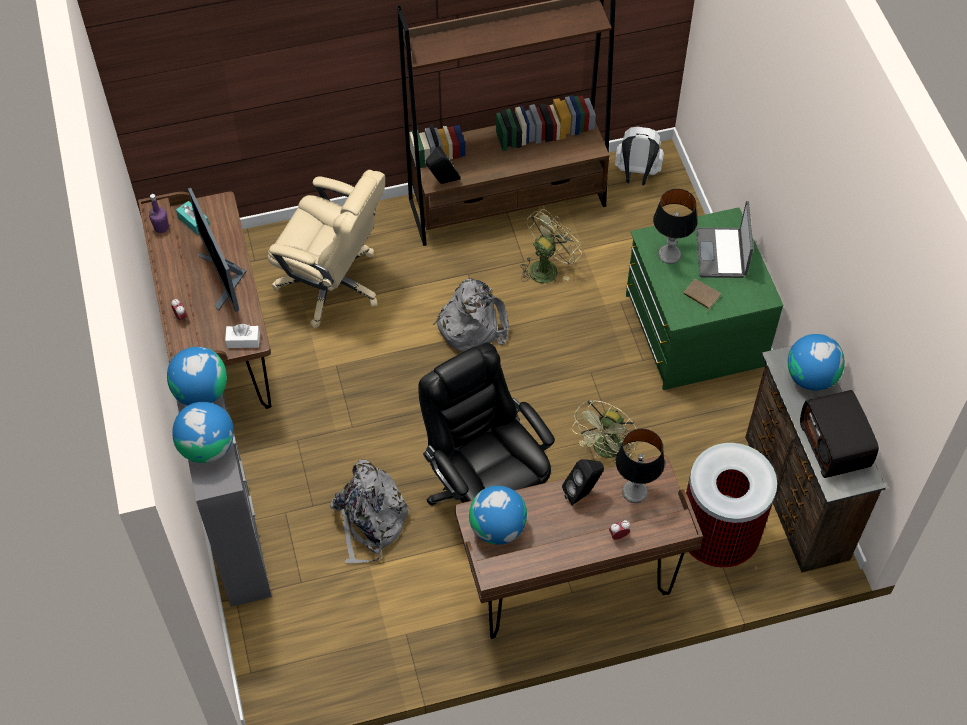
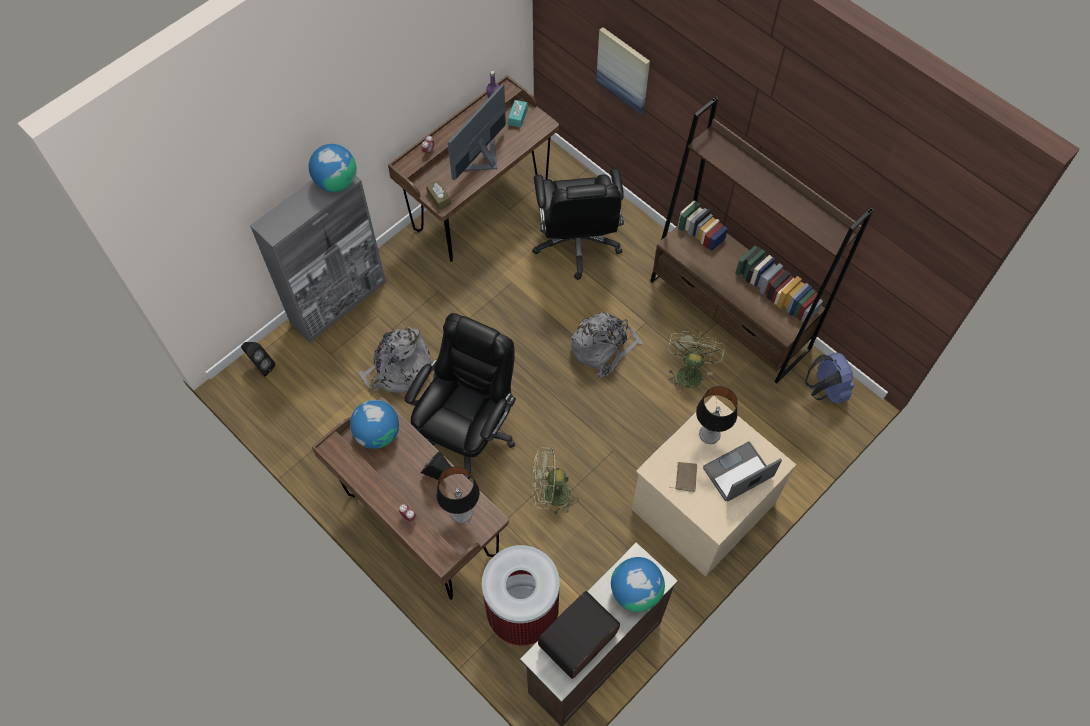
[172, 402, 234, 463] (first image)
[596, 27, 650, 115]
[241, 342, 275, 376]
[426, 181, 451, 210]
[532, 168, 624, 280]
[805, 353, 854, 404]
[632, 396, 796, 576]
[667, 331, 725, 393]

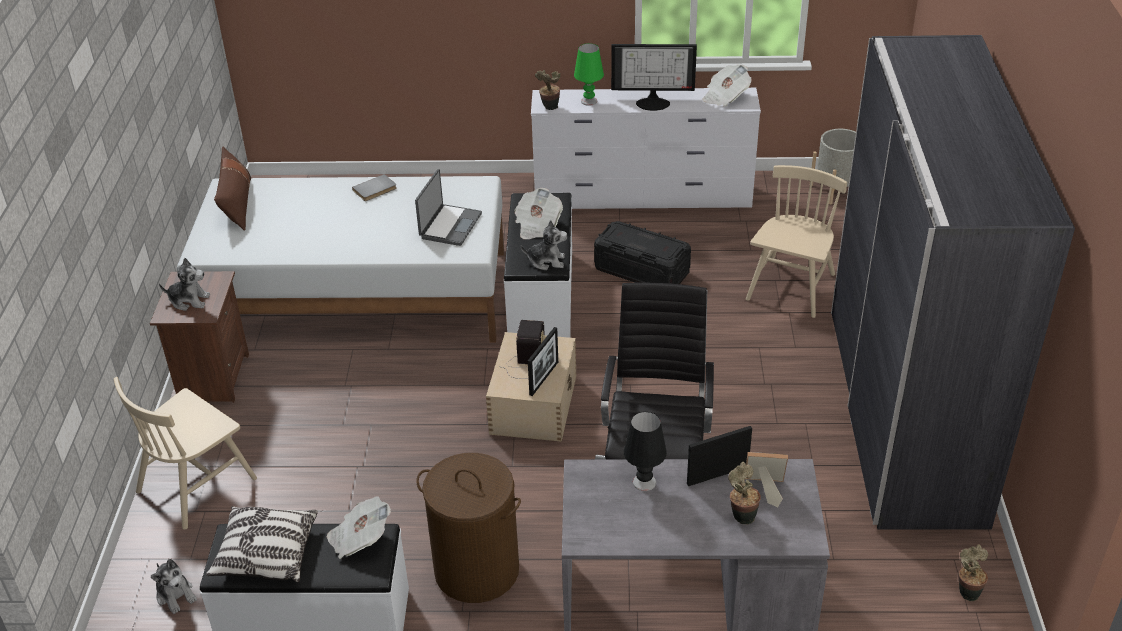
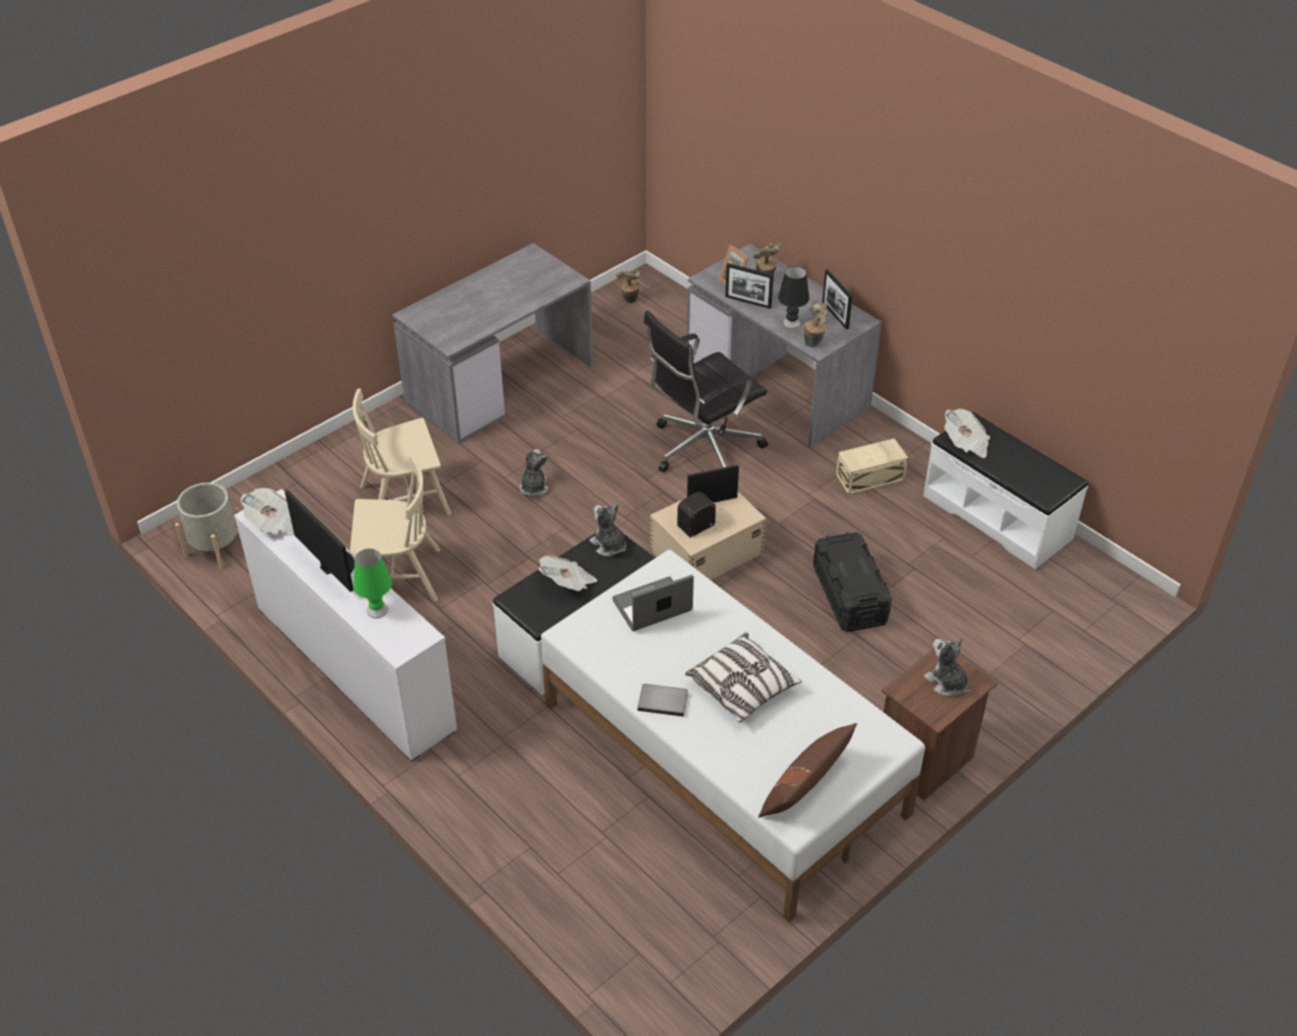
[822, 269, 853, 329]
[350, 455, 440, 602]
[520, 449, 549, 496]
[685, 632, 802, 723]
[804, 299, 827, 348]
[813, 532, 892, 632]
[836, 438, 908, 495]
[392, 243, 593, 444]

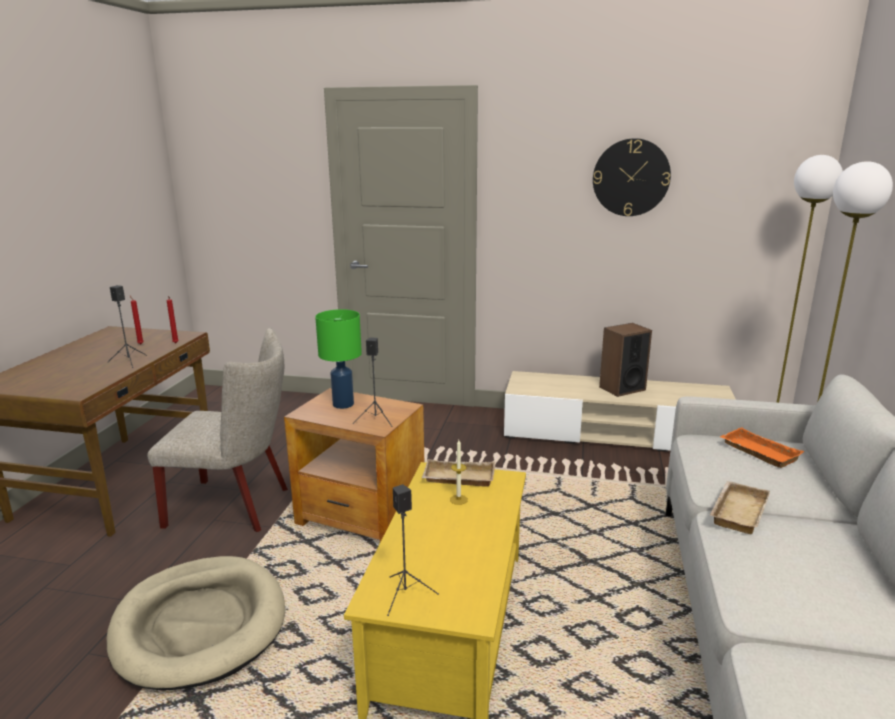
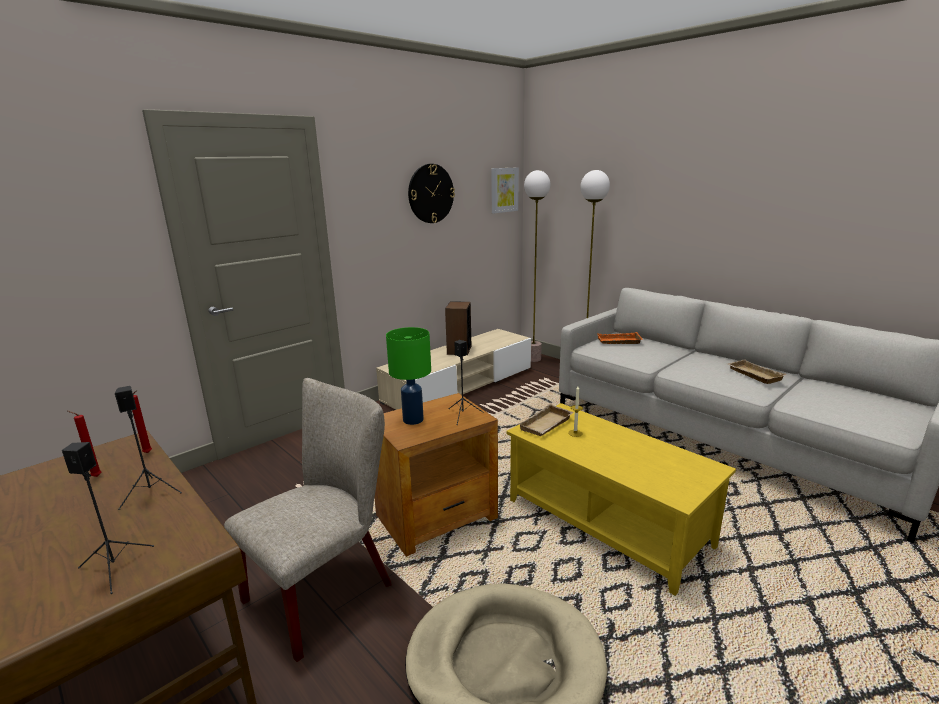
[491, 167, 519, 214]
[62, 442, 154, 594]
[727, 359, 786, 384]

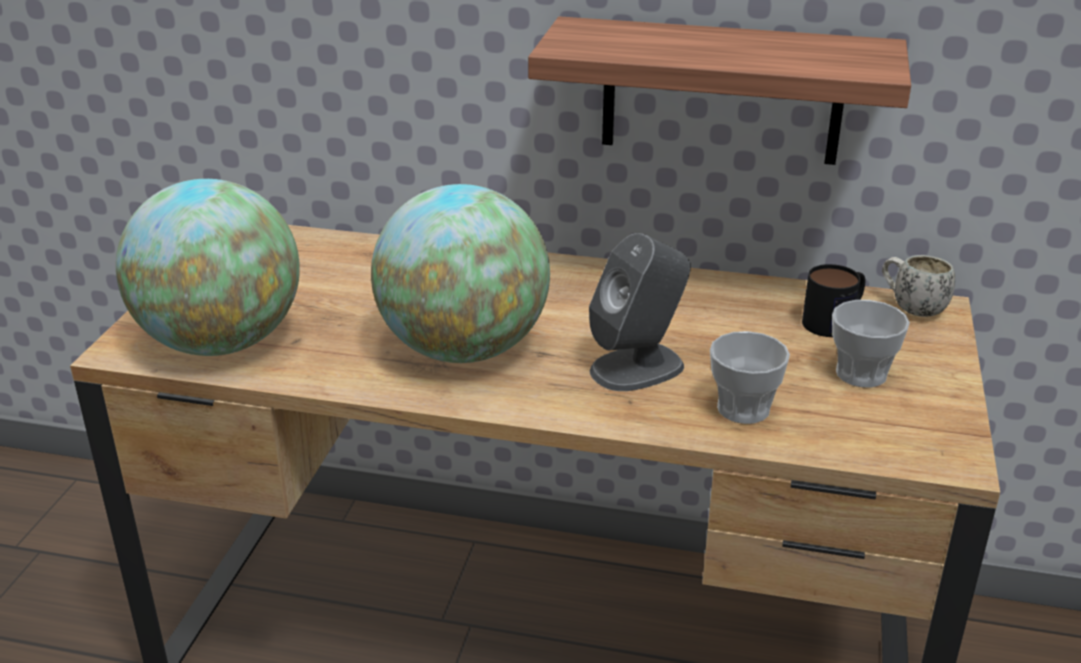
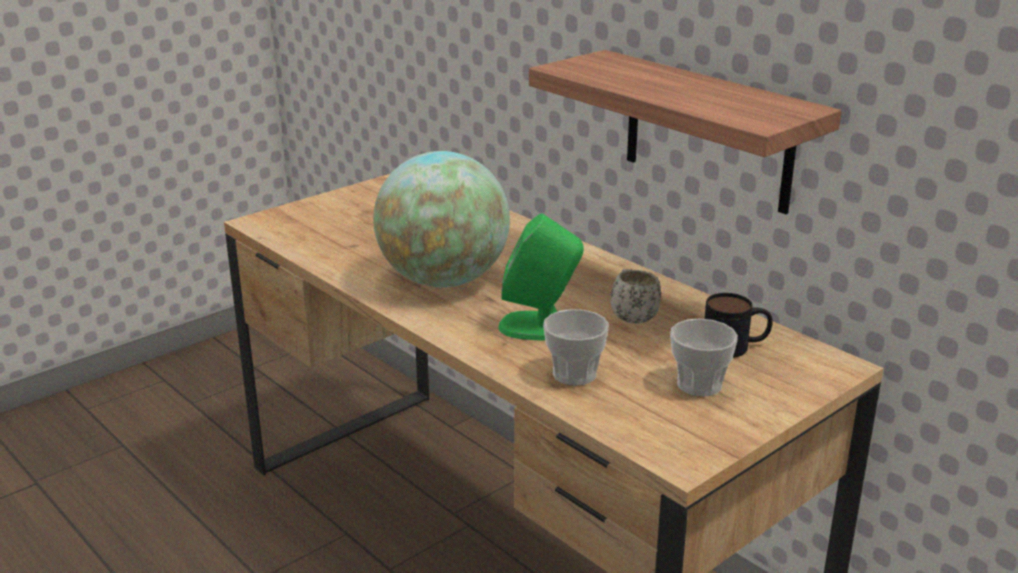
[116, 179, 300, 356] (first image)
[611, 269, 661, 324]
[499, 214, 584, 341]

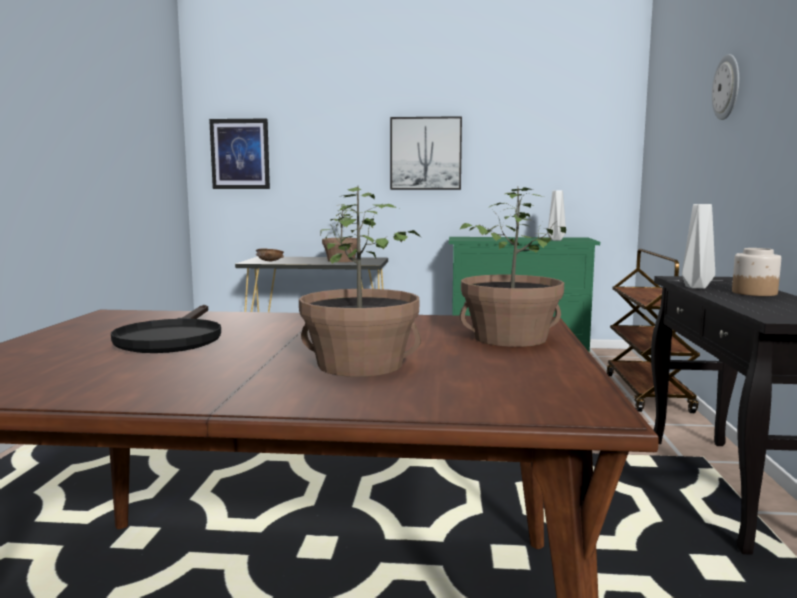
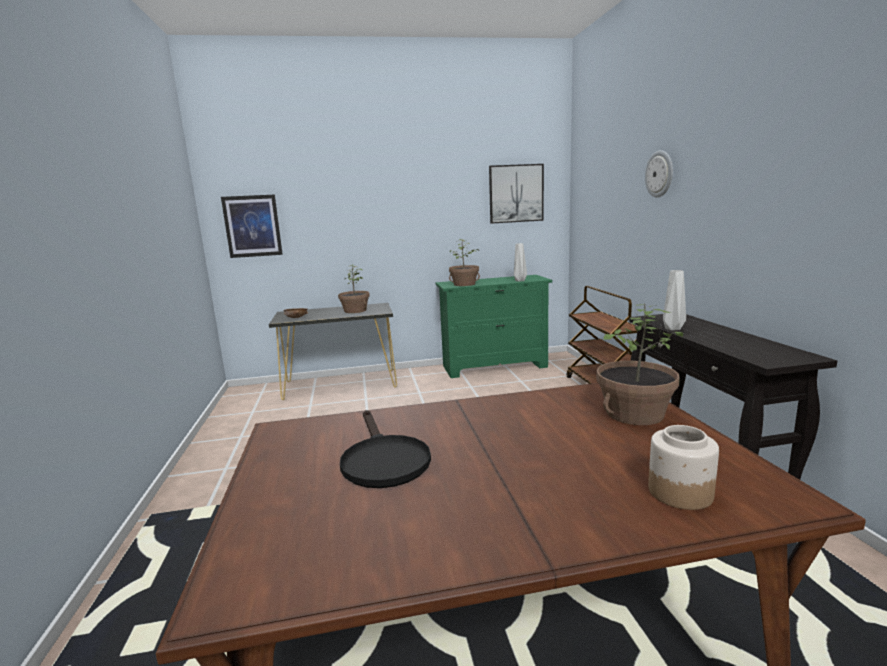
[449, 239, 480, 286]
[489, 164, 544, 224]
[648, 425, 719, 510]

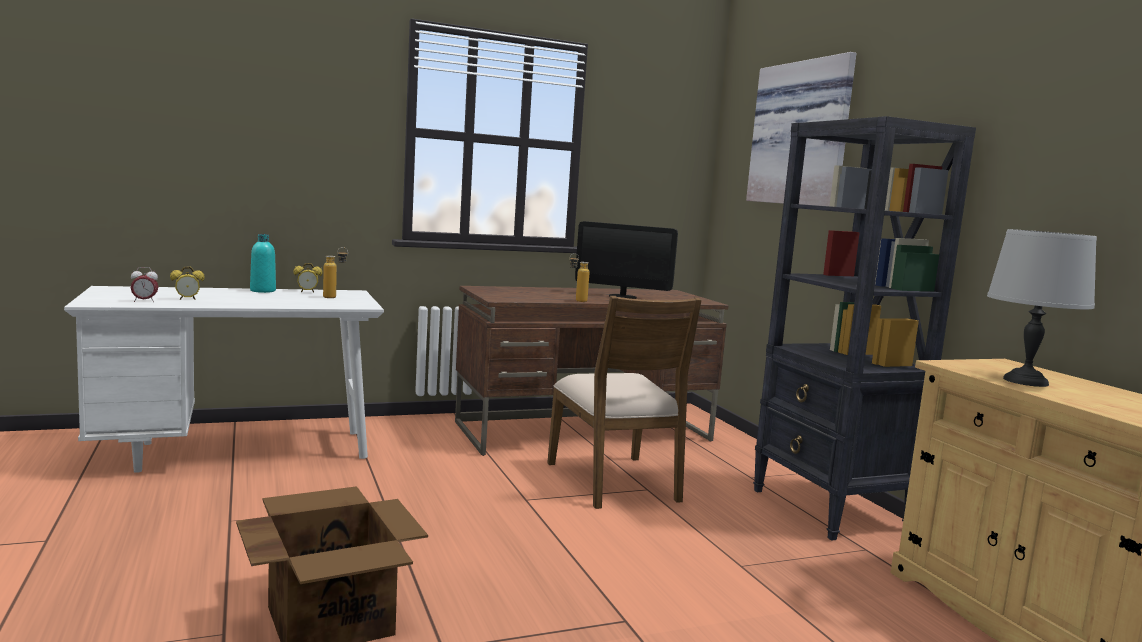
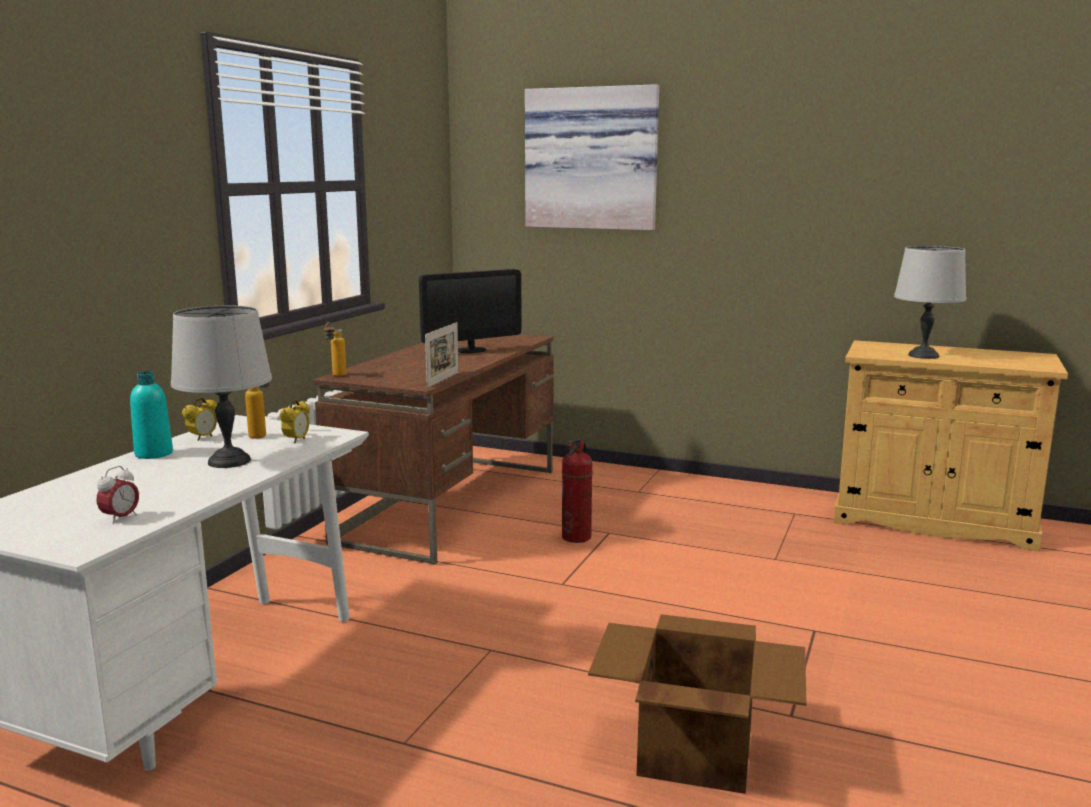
[753, 116, 976, 541] (first image)
[171, 305, 272, 468]
[425, 322, 459, 388]
[280, 399, 310, 443]
[324, 322, 347, 376]
[562, 439, 593, 543]

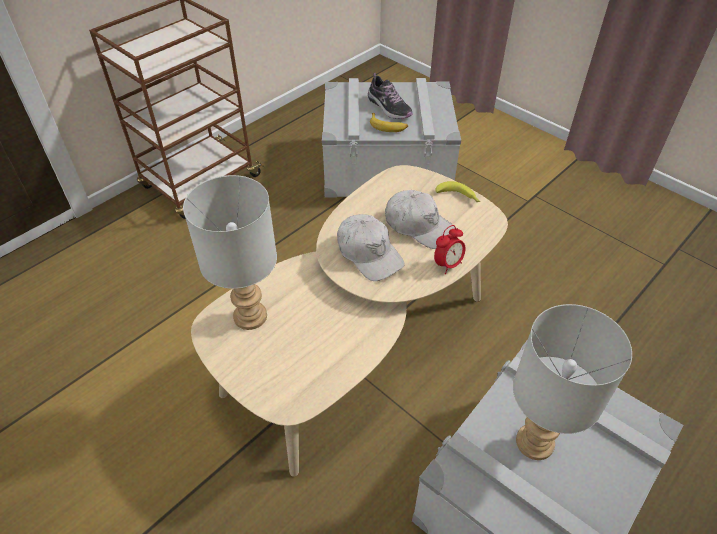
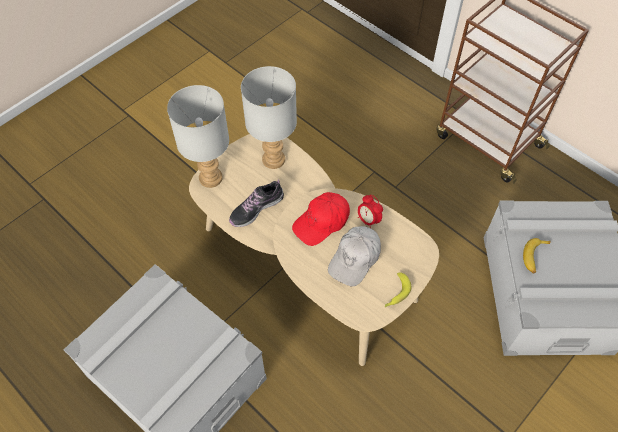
[229, 179, 284, 227]
[358, 195, 383, 228]
[167, 85, 229, 188]
[292, 192, 350, 246]

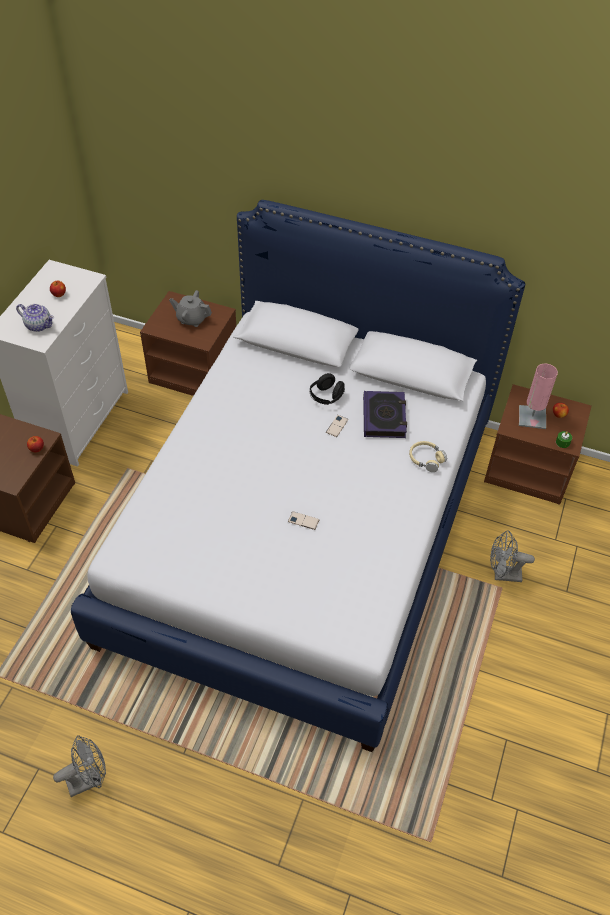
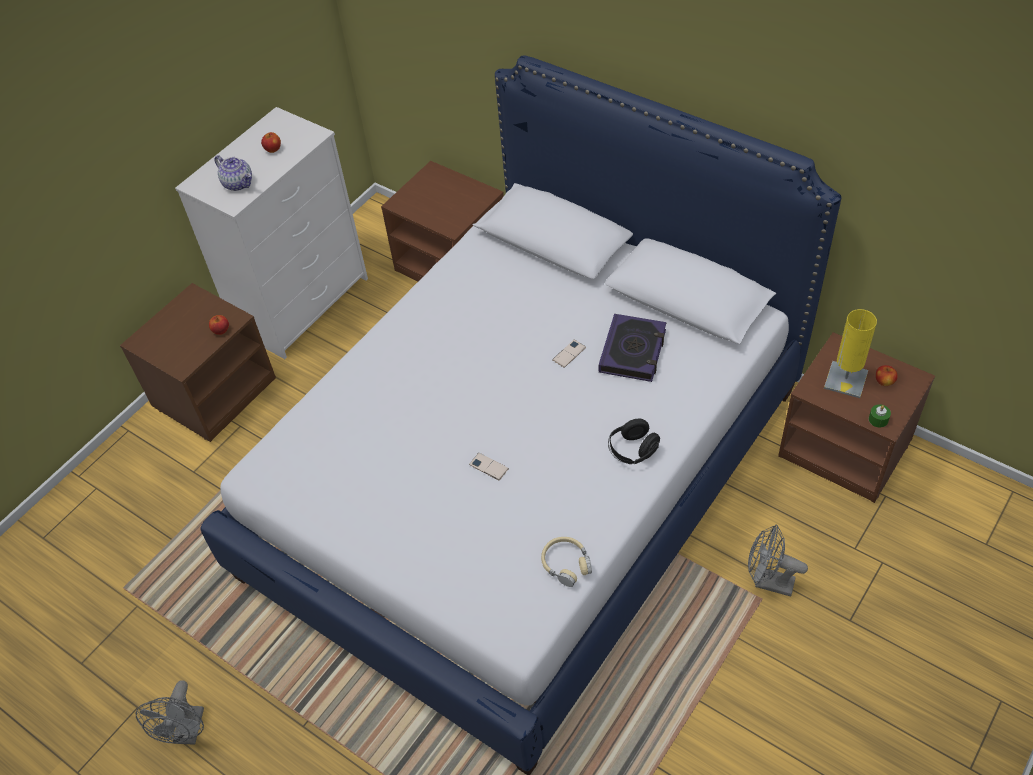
[169, 290, 212, 327] (first image)
[608, 419, 660, 464]
[541, 537, 592, 587]
[824, 309, 877, 398]
[136, 680, 204, 745]

